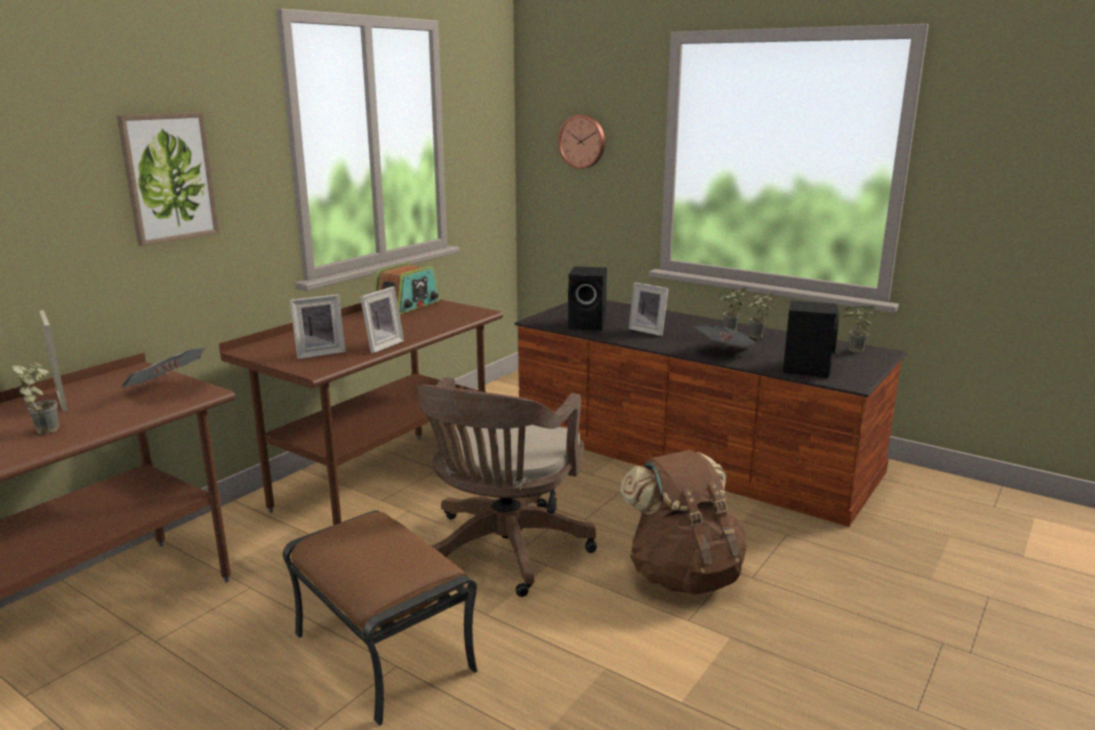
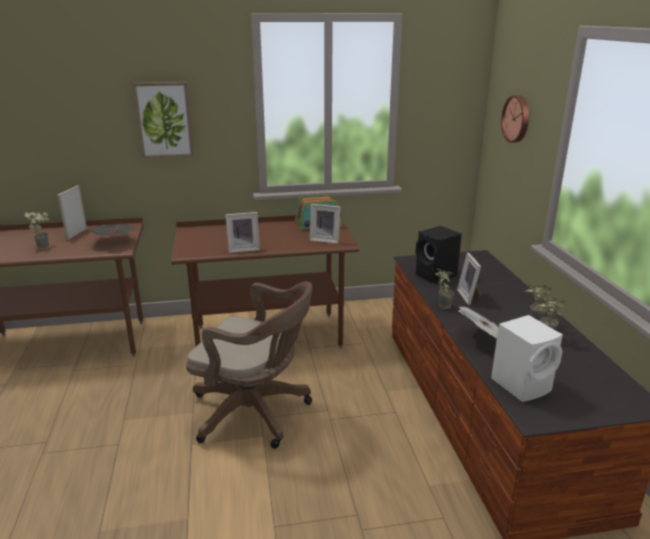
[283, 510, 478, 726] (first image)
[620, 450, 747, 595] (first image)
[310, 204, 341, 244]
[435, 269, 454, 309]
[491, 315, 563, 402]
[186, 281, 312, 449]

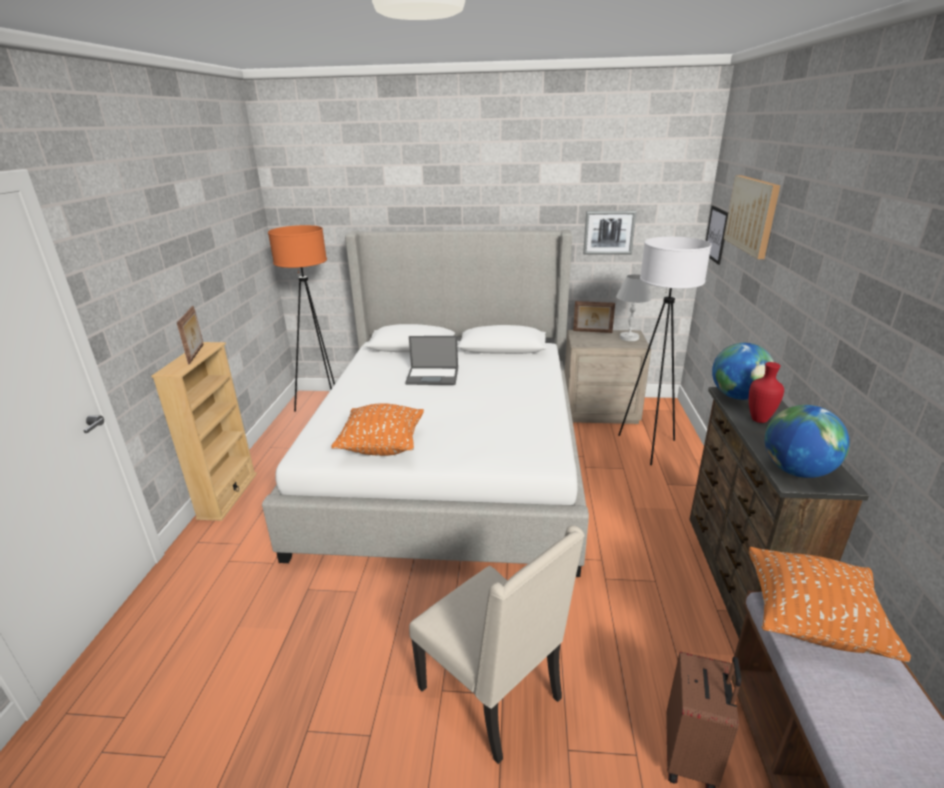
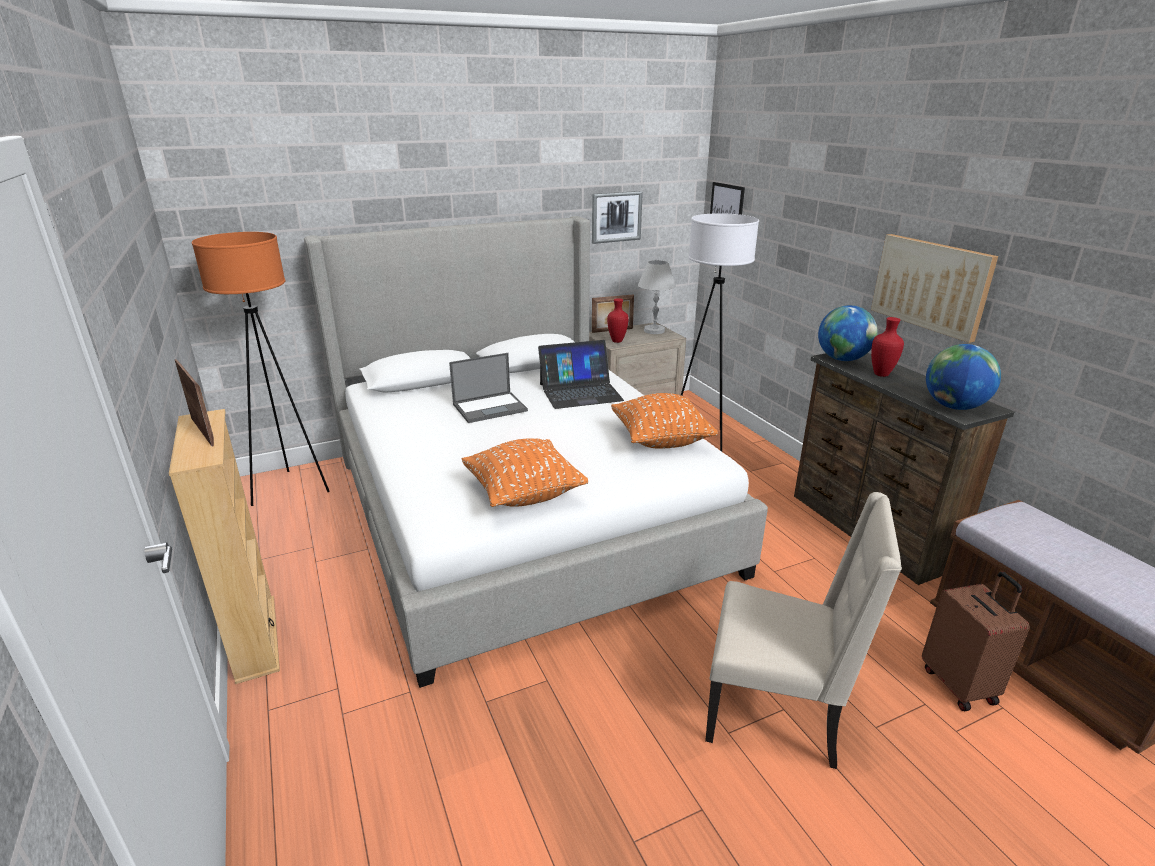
[538, 340, 624, 409]
[607, 298, 629, 343]
[871, 234, 998, 343]
[611, 393, 718, 449]

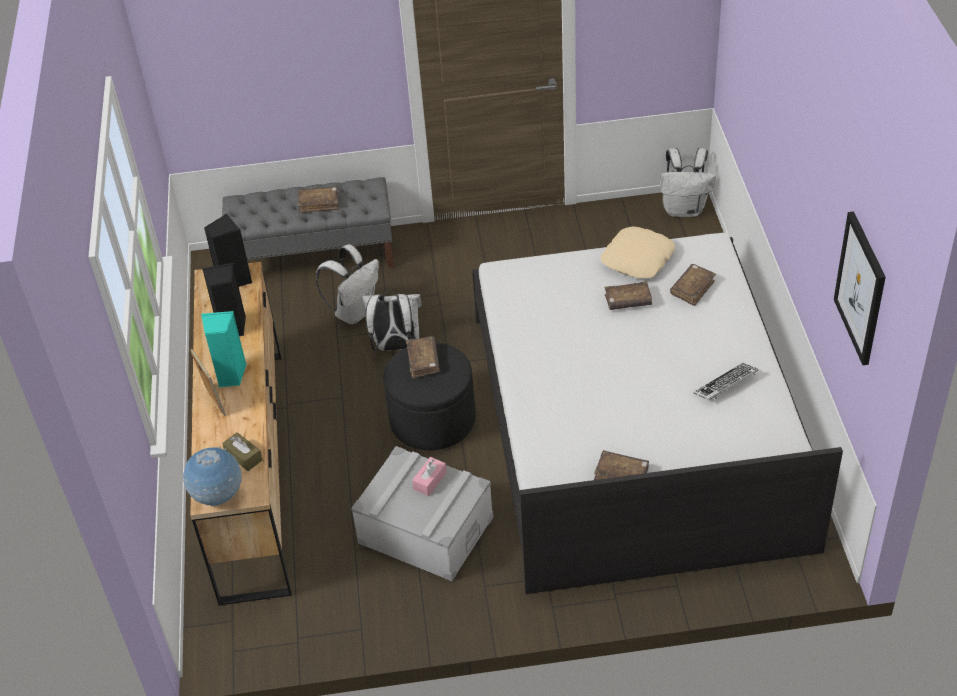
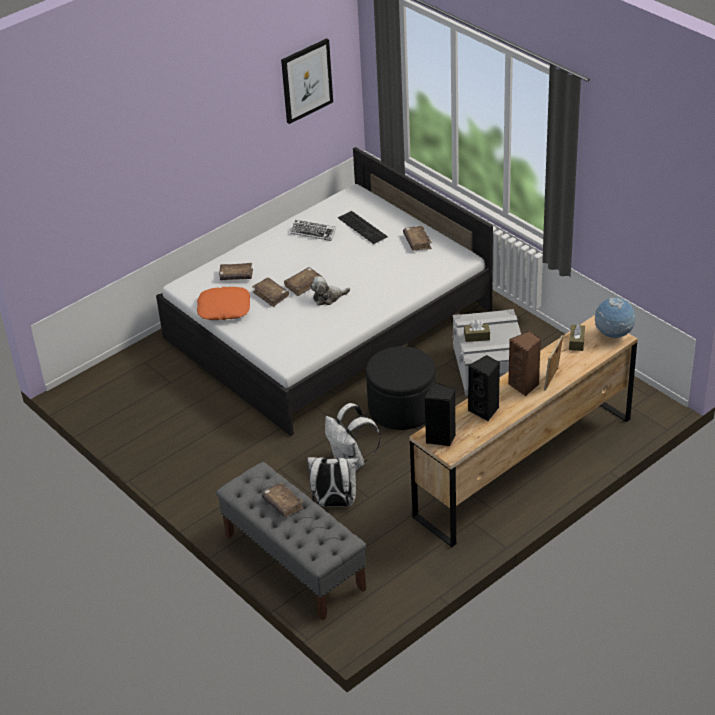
[660, 148, 716, 217] (first image)
[310, 276, 350, 305]
[338, 211, 388, 244]
[284, 267, 322, 296]
[508, 331, 541, 396]
[464, 320, 490, 342]
[197, 287, 250, 320]

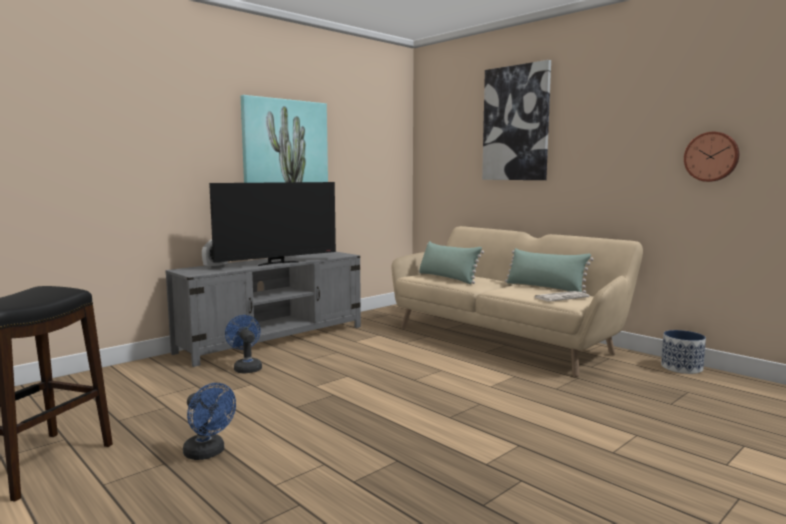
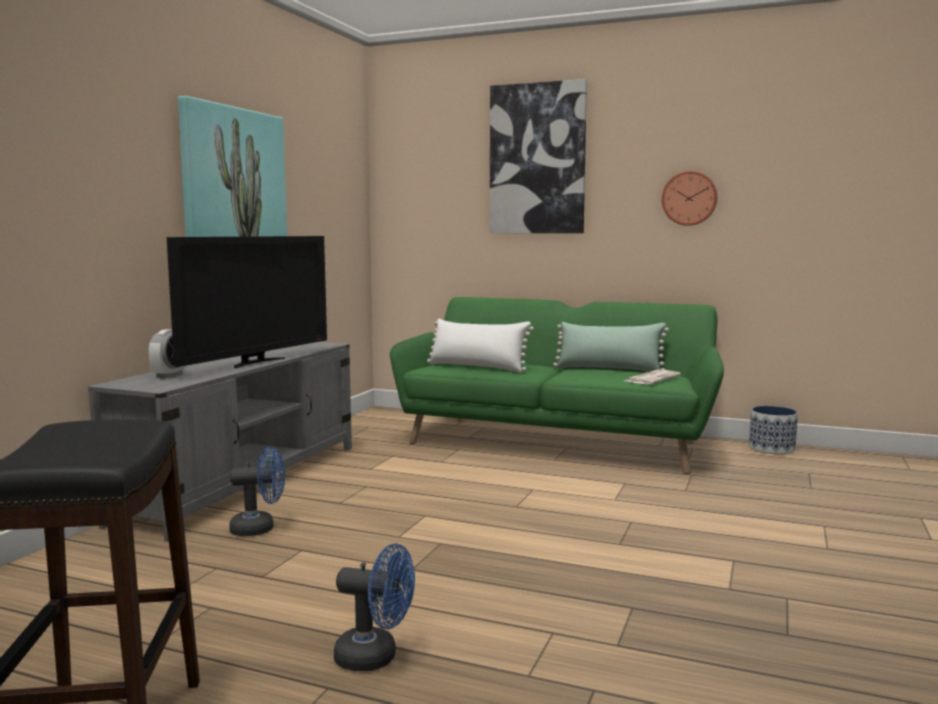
[662, 171, 718, 226]
[390, 297, 724, 474]
[427, 318, 534, 373]
[229, 447, 285, 536]

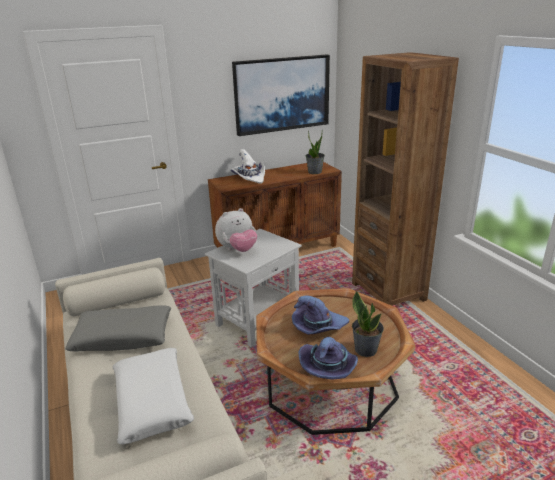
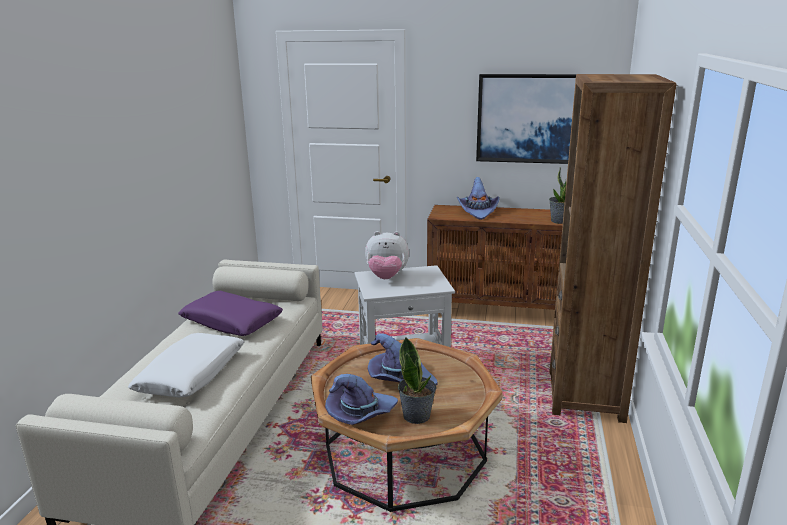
[178, 291, 283, 336]
[457, 177, 500, 220]

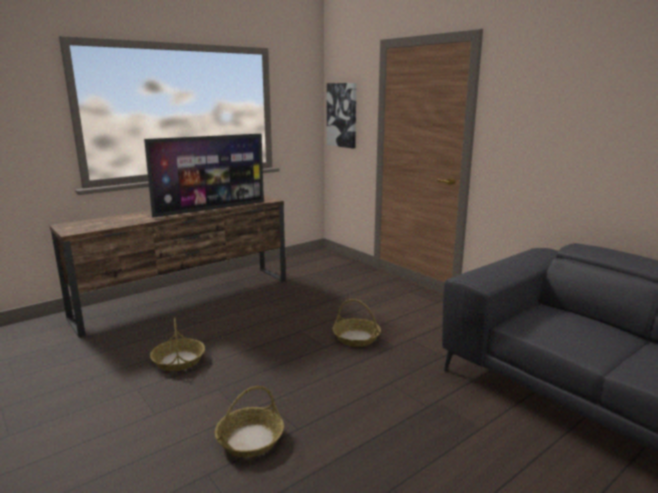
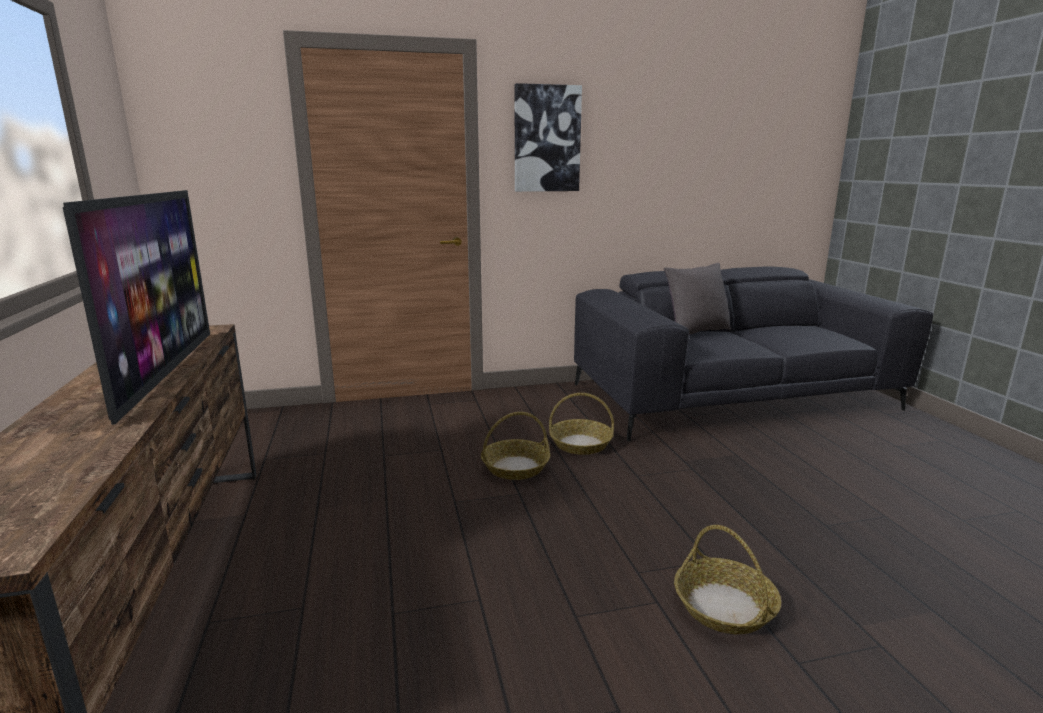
[664, 263, 731, 335]
[549, 393, 614, 455]
[514, 83, 582, 192]

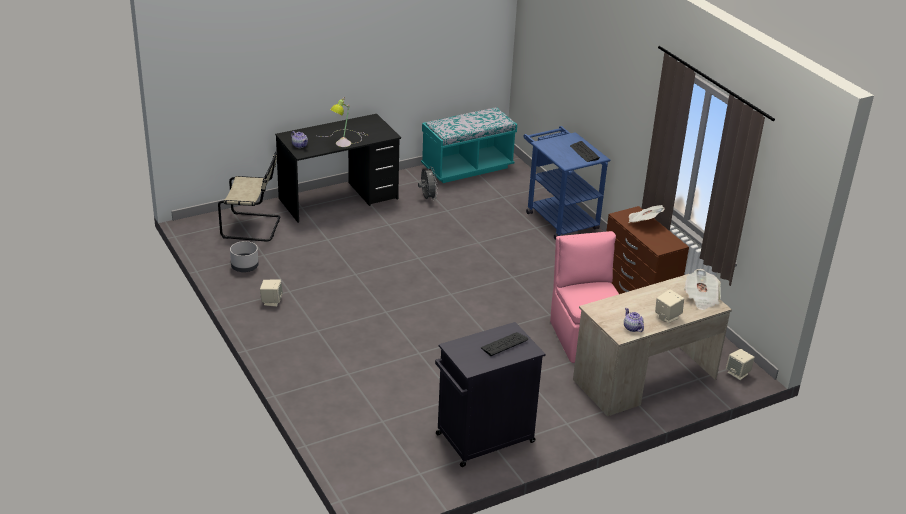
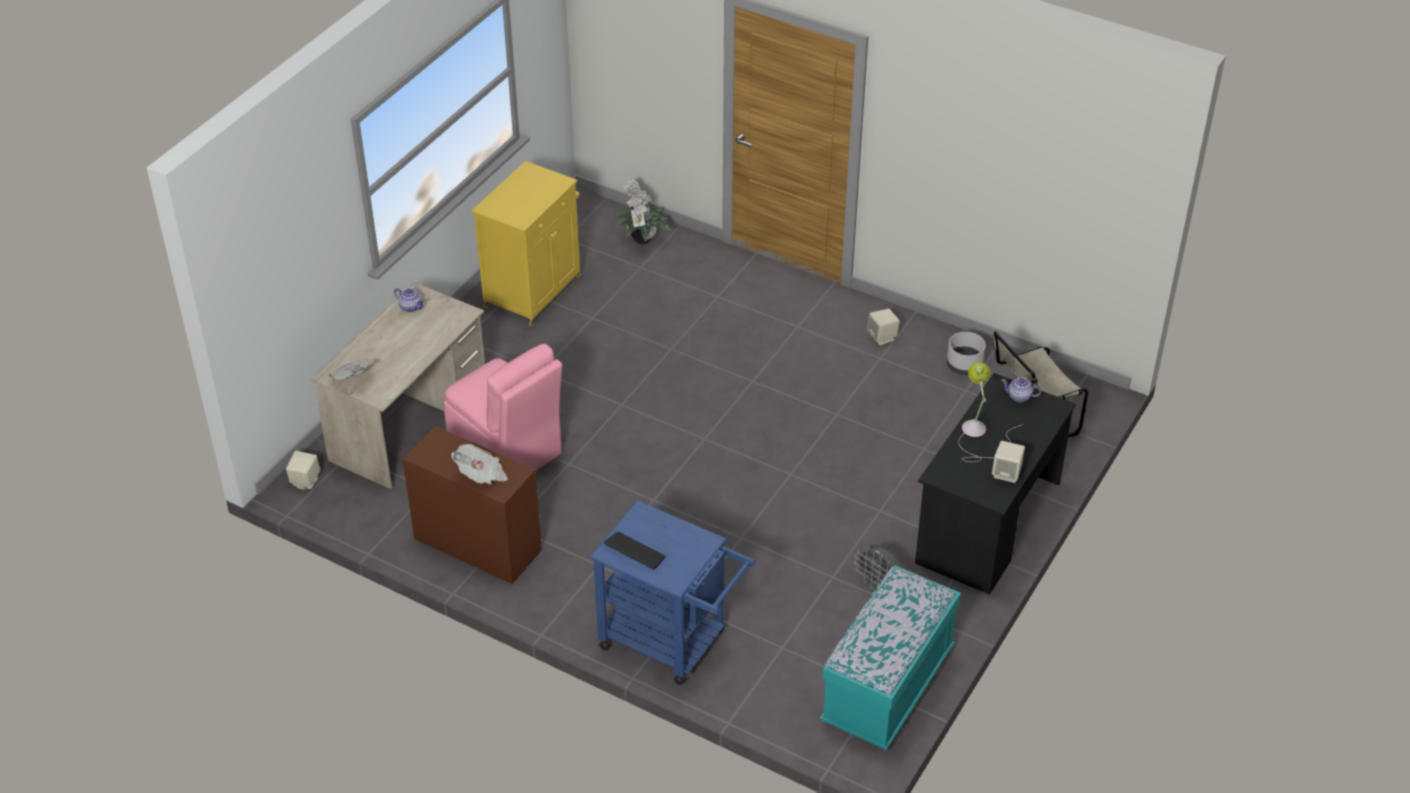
[481, 332, 528, 356] (first image)
[615, 179, 671, 244]
[992, 441, 1025, 483]
[471, 161, 581, 327]

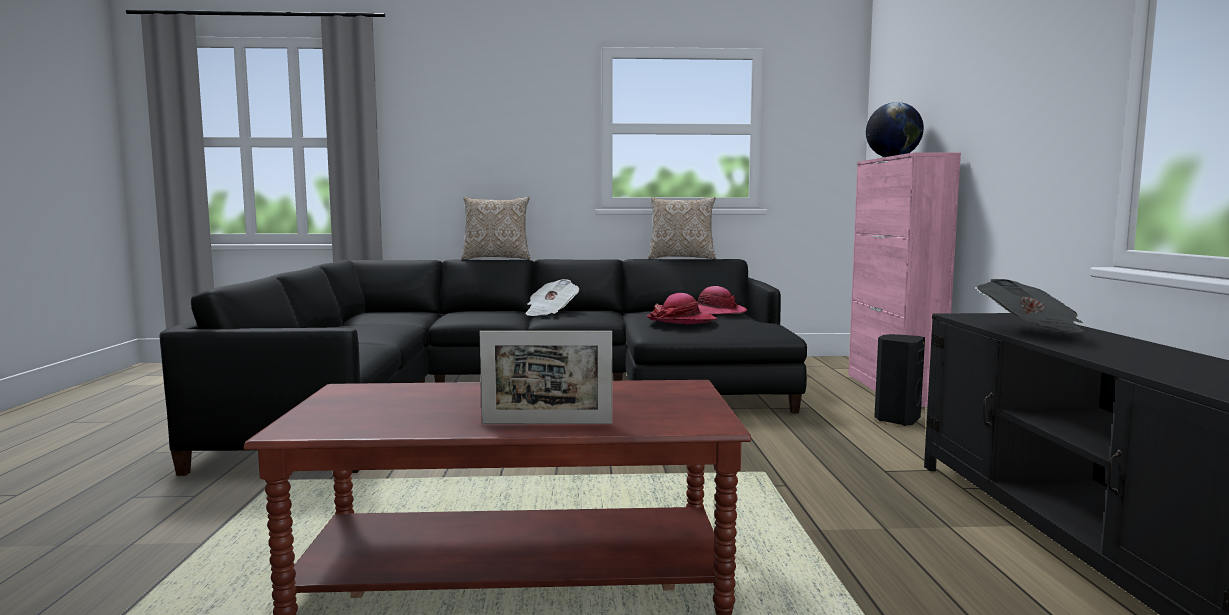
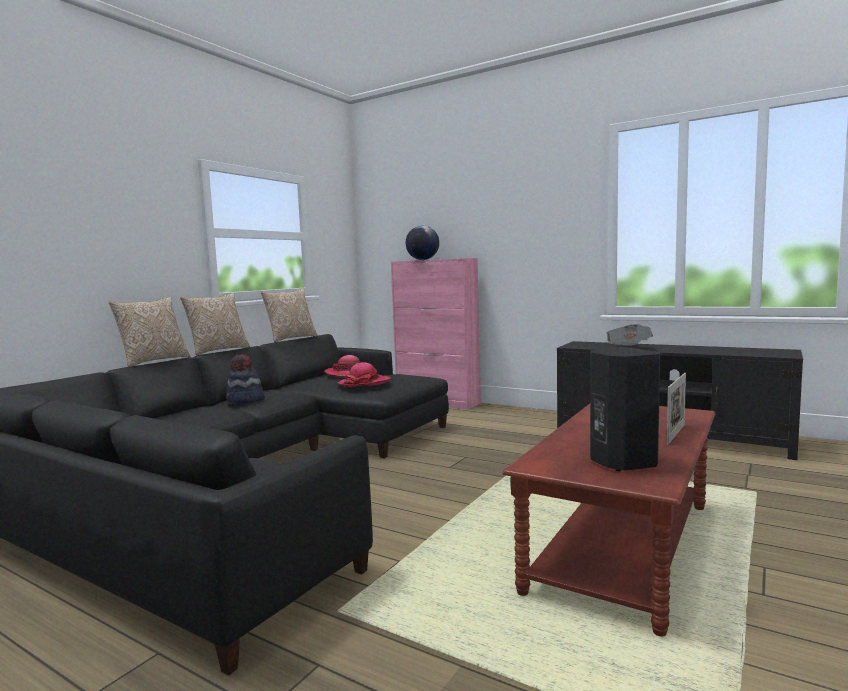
[180, 293, 250, 355]
[590, 347, 660, 471]
[226, 354, 265, 404]

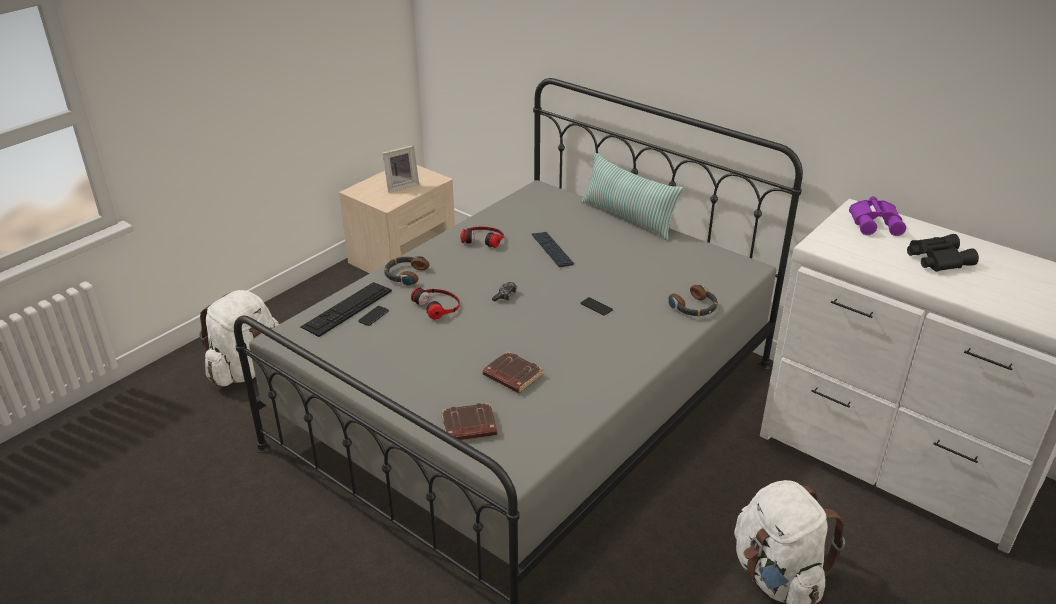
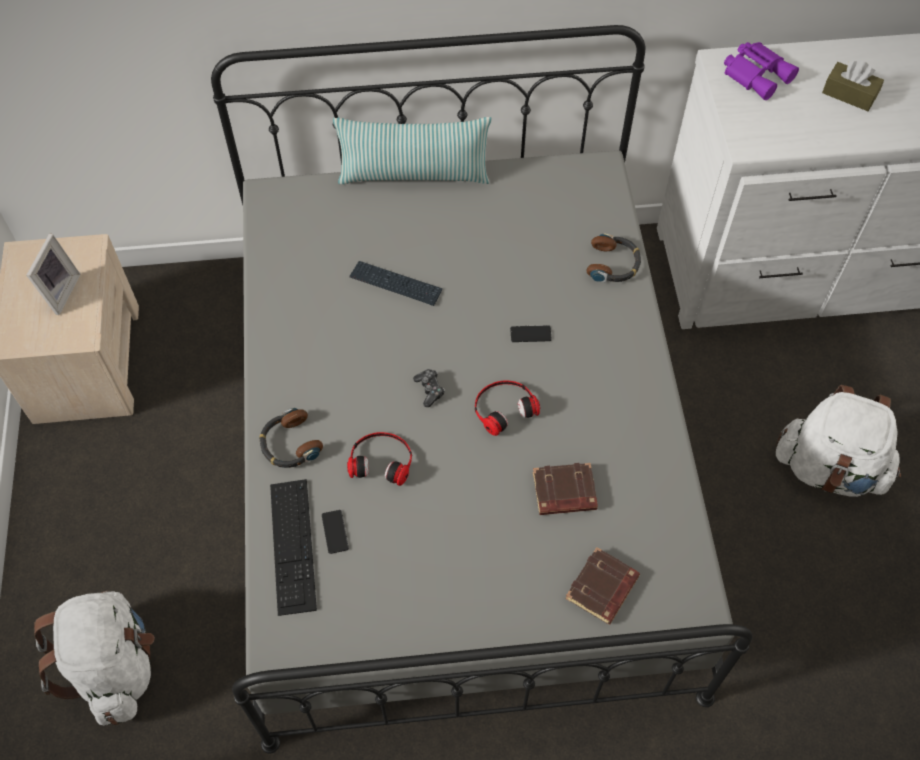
[475, 380, 540, 436]
[822, 61, 884, 111]

